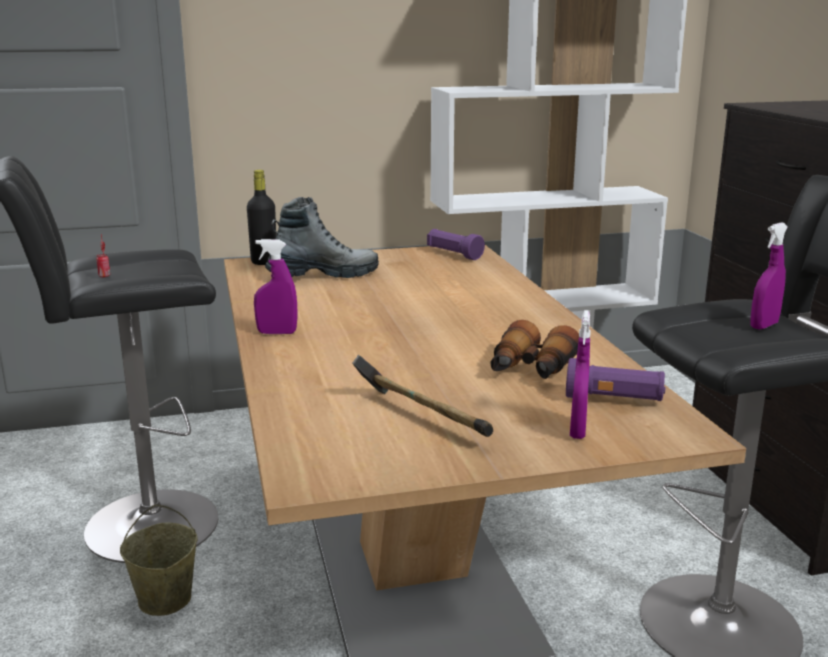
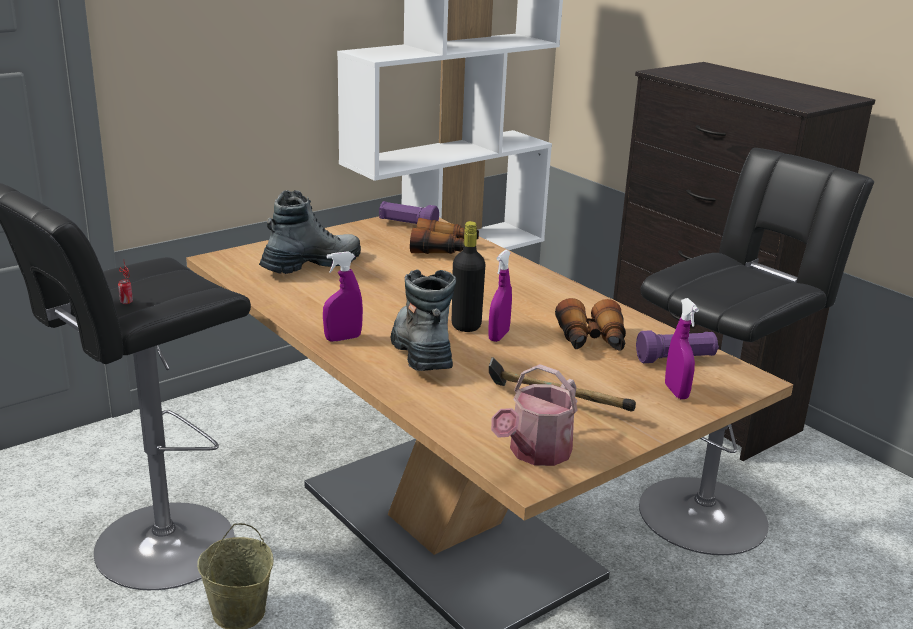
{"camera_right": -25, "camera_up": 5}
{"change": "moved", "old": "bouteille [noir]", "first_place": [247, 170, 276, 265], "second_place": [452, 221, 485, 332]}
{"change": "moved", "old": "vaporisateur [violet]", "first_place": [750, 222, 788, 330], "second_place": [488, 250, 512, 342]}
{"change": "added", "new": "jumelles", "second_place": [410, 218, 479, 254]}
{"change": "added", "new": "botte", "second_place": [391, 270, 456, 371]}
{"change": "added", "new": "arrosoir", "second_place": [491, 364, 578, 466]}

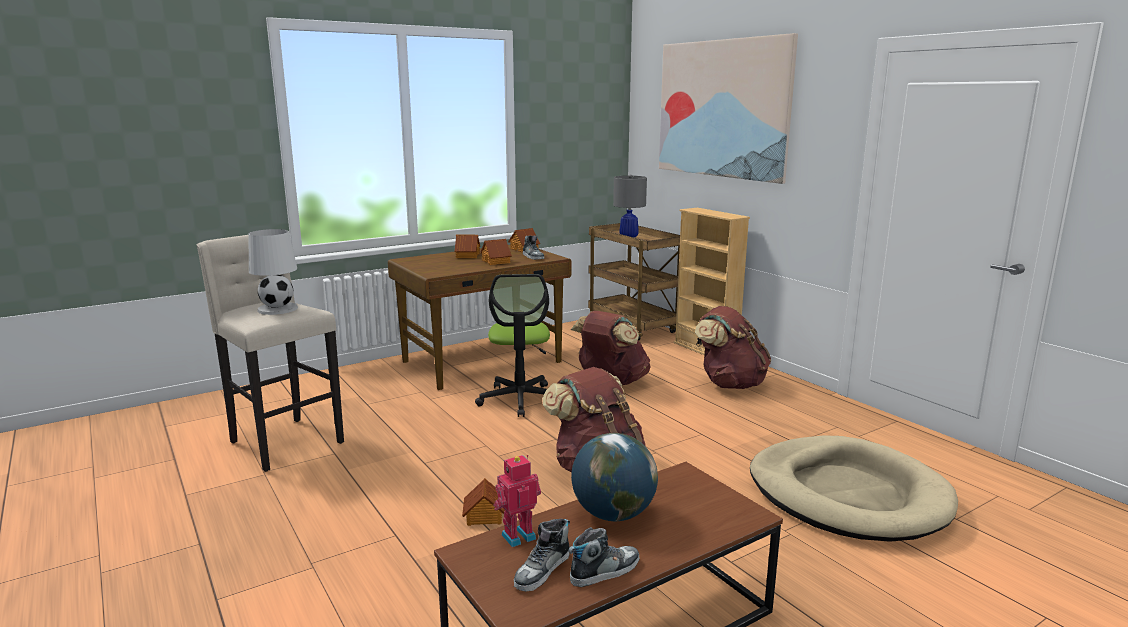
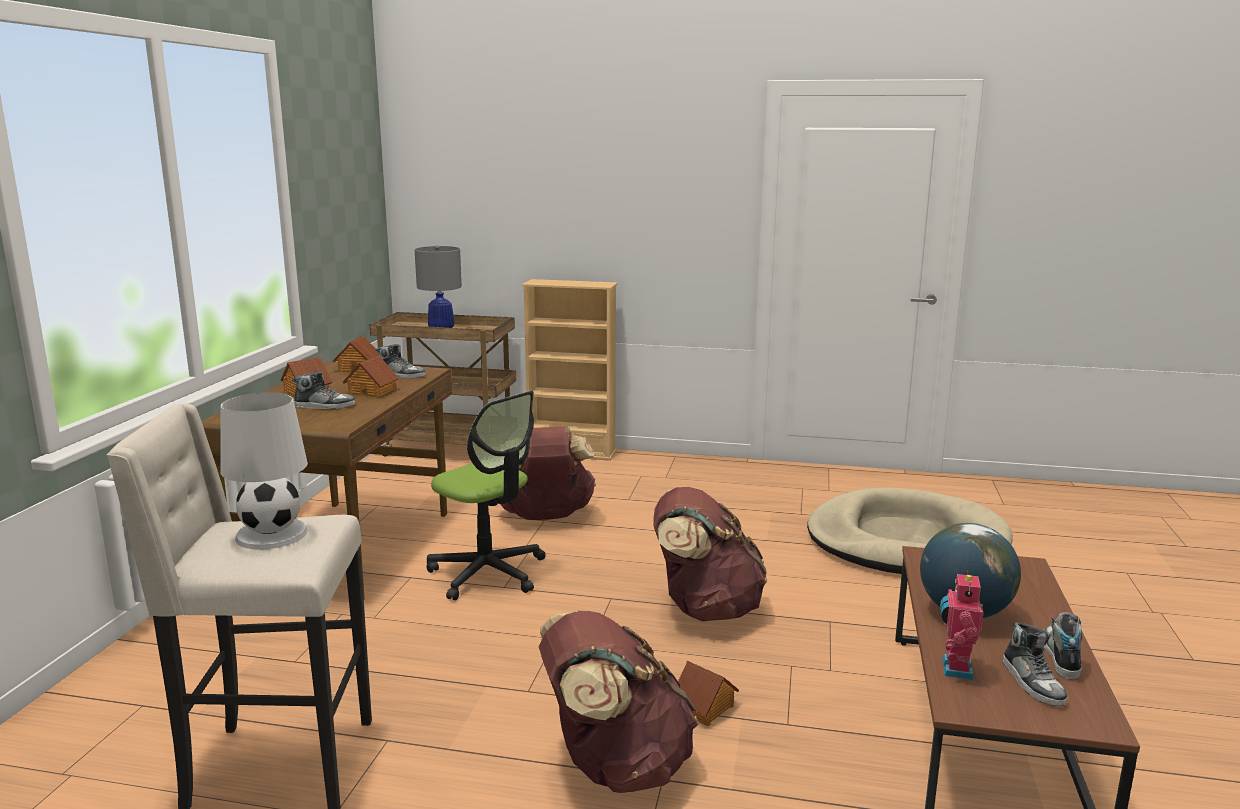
{"camera_right": -45, "camera_up": 0}
{"change": "removed", "old": "tableau", "first_place": [659, 33, 798, 184]}
{"change": "moved", "old": "sac à dos [marron]", "first_place": [695, 306, 771, 389], "second_place": [538, 611, 698, 793]}
{"change": "added", "new": "chaussure", "second_place": [292, 372, 355, 409]}

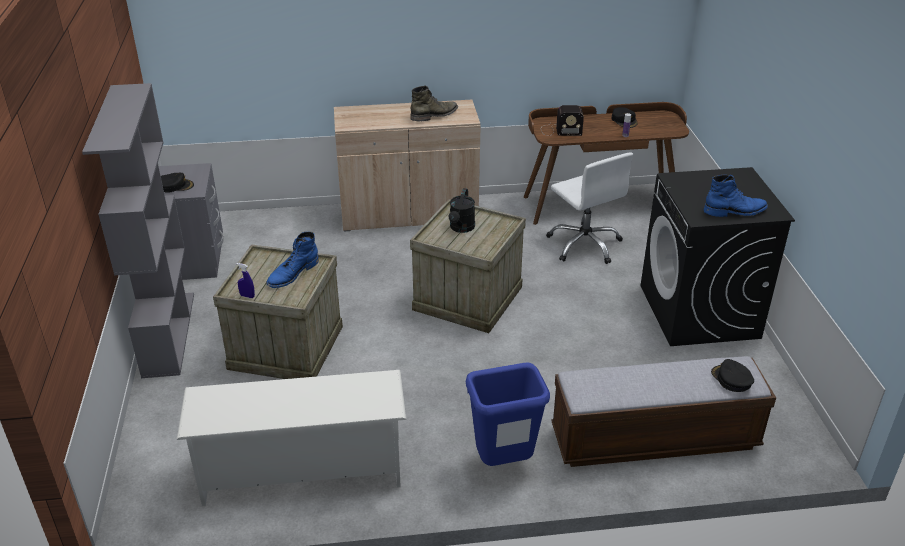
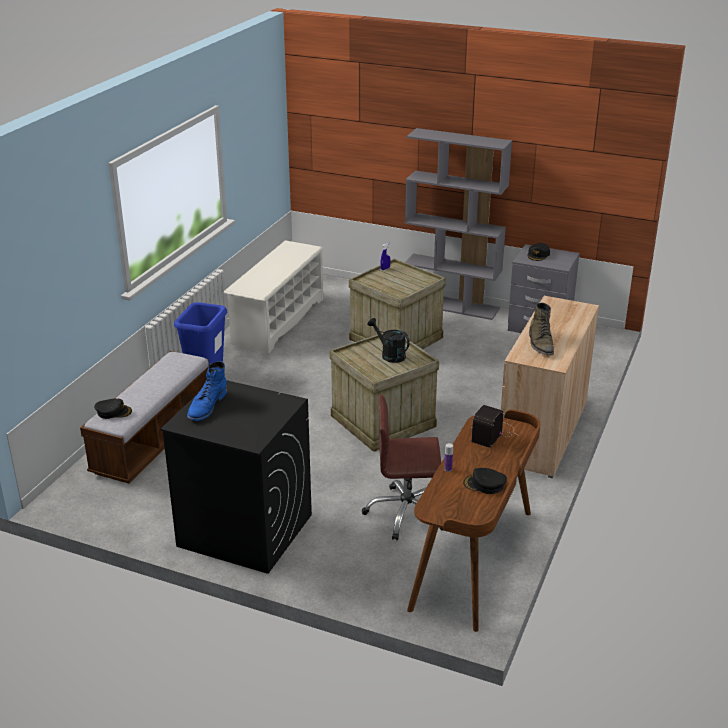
{"camera_right": 120, "camera_up": -5}
{"change": "recoloured", "old": "chaise de bureau [blanc]", "new": "chaise de bureau [marron]", "first_place": [546, 152, 633, 264], "second_place": [362, 395, 443, 540]}
{"change": "removed", "old": "botte [bleu]", "first_place": [266, 232, 319, 288]}

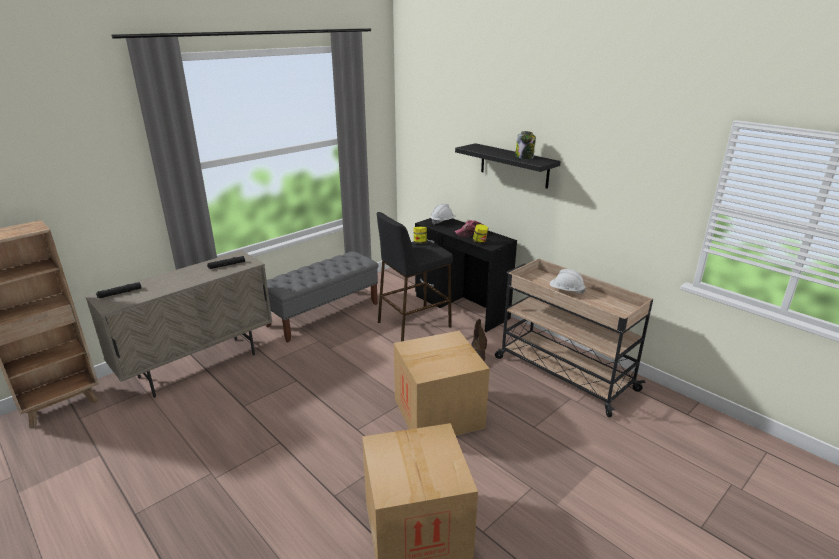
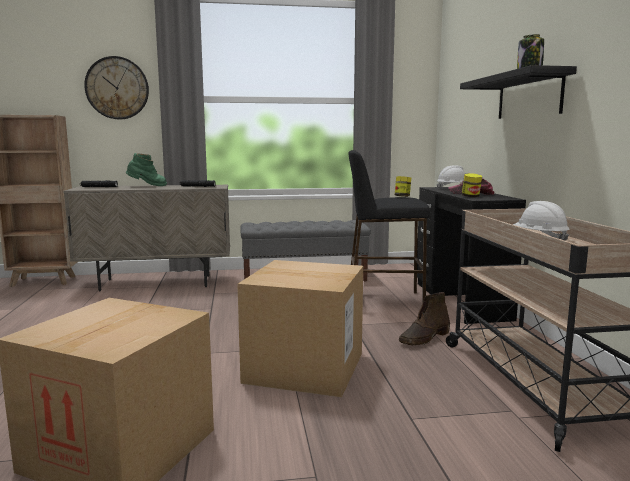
{"camera_right": 35, "camera_up": -15}
{"change": "added", "new": "horloge murale", "second_place": [84, 56, 149, 120]}
{"change": "added", "new": "botte [vert]", "second_place": [126, 153, 167, 186]}

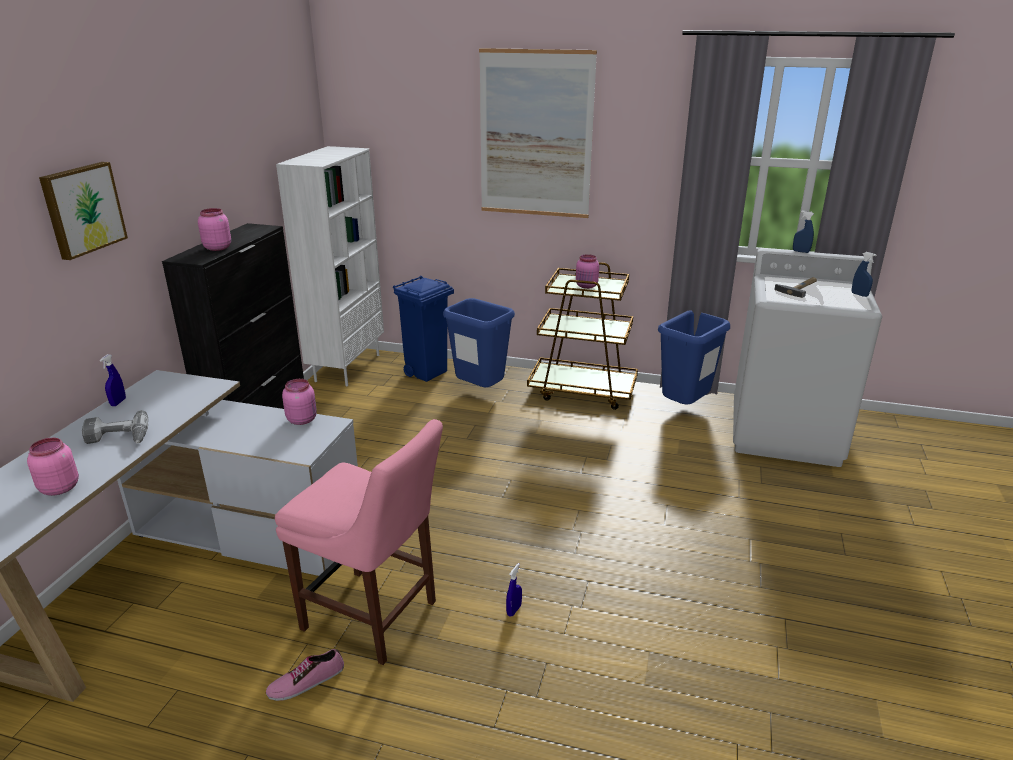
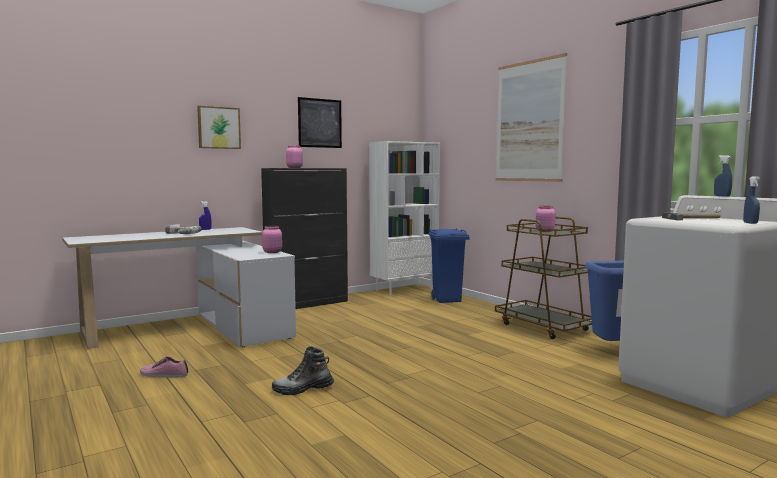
{"camera_right": 40, "camera_up": -20}
{"change": "removed", "old": "poubelle [bleu]", "first_place": [443, 298, 515, 387]}
{"change": "removed", "old": "chaise [rose]", "first_place": [275, 419, 443, 665]}
{"change": "removed", "old": "bocal [rose]", "first_place": [27, 438, 79, 496]}
{"change": "replaced", "old": "vaporisateur [bleu]", "new": "botte", "first_place": [506, 563, 522, 617], "second_place": [272, 346, 334, 395]}
{"change": "added", "new": "tableau", "second_place": [298, 97, 342, 148]}

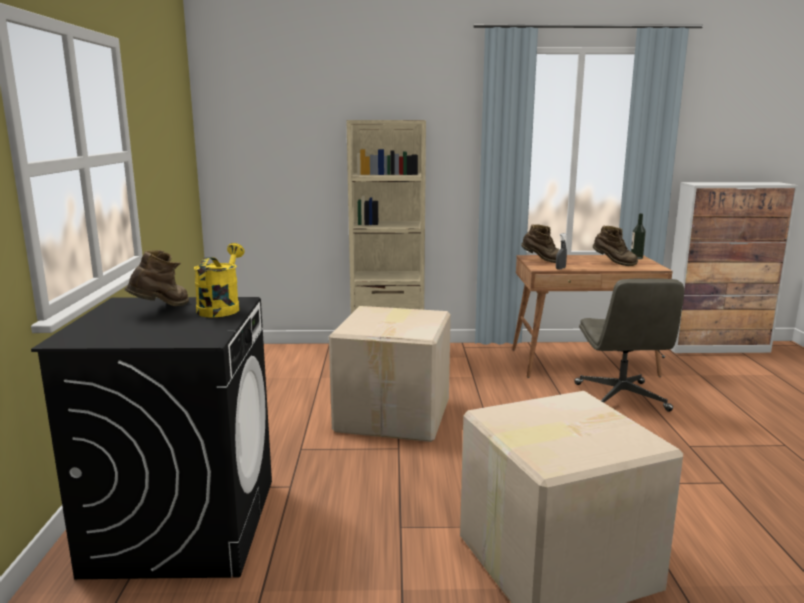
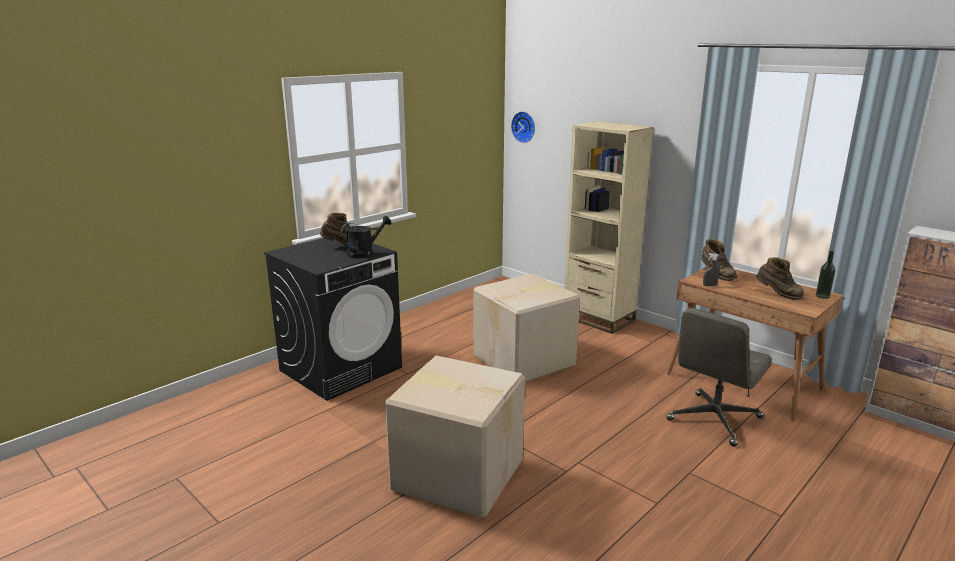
{"camera_right": 45, "camera_up": 5}
{"change": "turned", "old": "botte [marron]", "first_place": [593, 226, 638, 266], "second_place": [756, 257, 804, 300], "degrees": -45}
{"change": "recoloured", "old": "arrosoir [jaune]", "new": "arrosoir [noir]", "first_place": [194, 243, 244, 317], "second_place": [340, 216, 391, 258]}
{"change": "added", "new": "horloge murale", "second_place": [511, 111, 535, 143]}

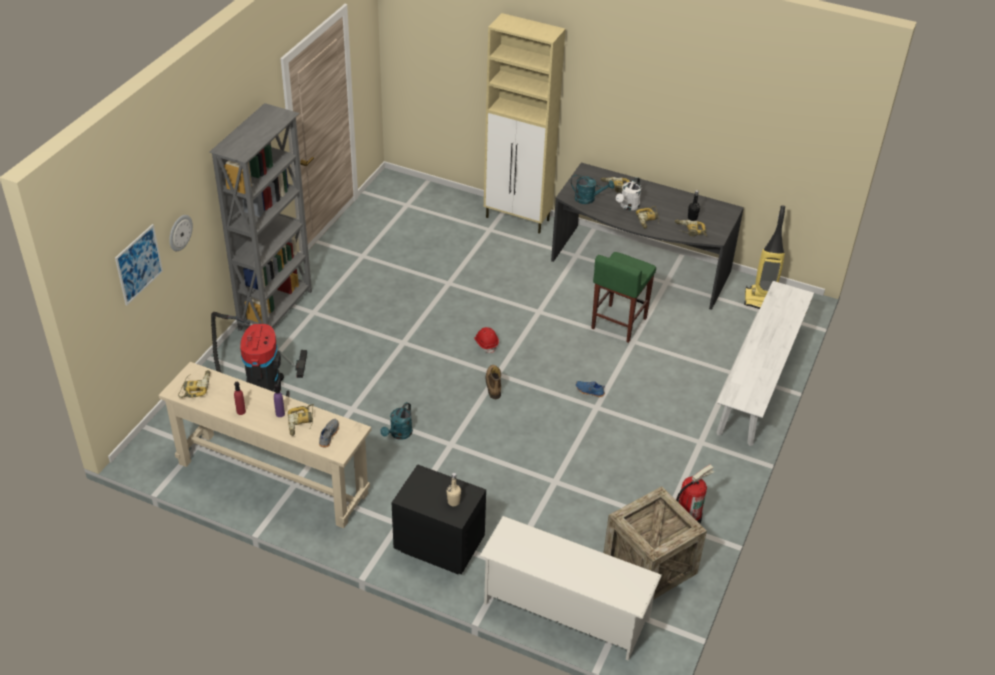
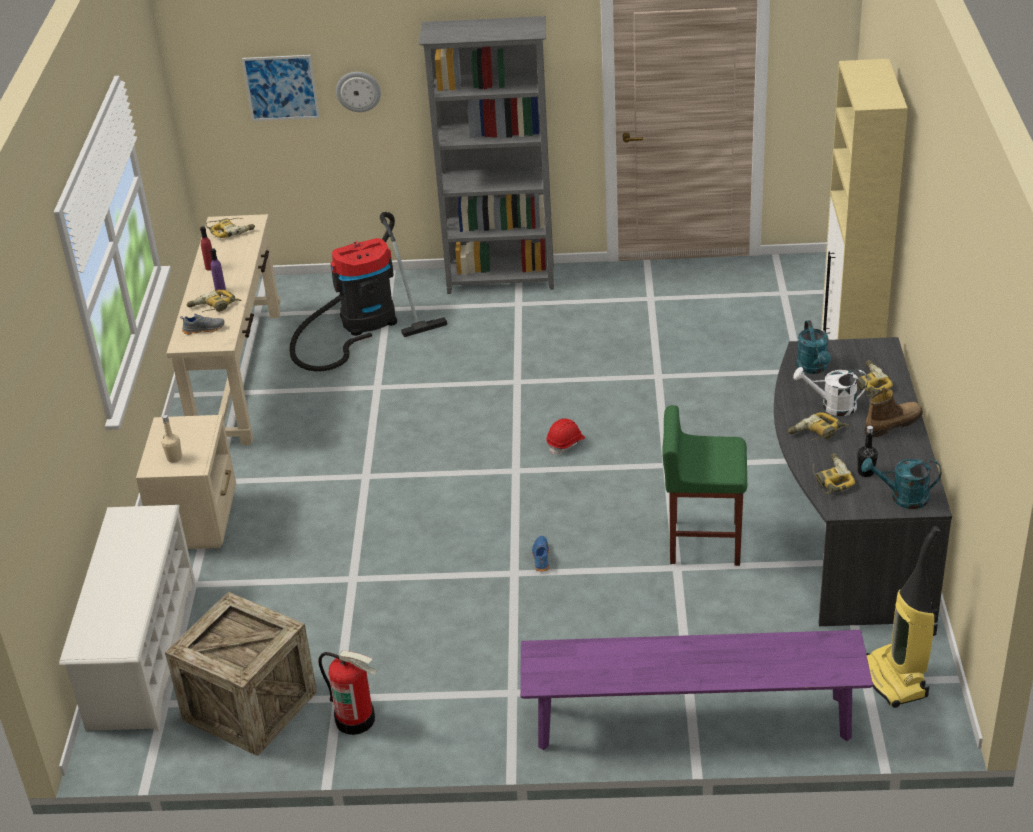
{"camera_right": 70, "camera_up": -5}
{"change": "recoloured", "old": "banc [blanc]", "new": "banc [violet]", "first_place": [716, 281, 814, 446], "second_place": [520, 630, 873, 750]}
{"change": "moved", "old": "botte", "first_place": [486, 365, 501, 399], "second_place": [864, 389, 923, 437]}
{"change": "moved", "old": "arrosoir [turquoise]", "first_place": [380, 402, 413, 440], "second_place": [861, 458, 941, 509]}
{"change": "recoloured", "old": "table de chevet [noir]", "new": "table de chevet [beige]", "first_place": [392, 464, 486, 574], "second_place": [136, 415, 236, 549]}

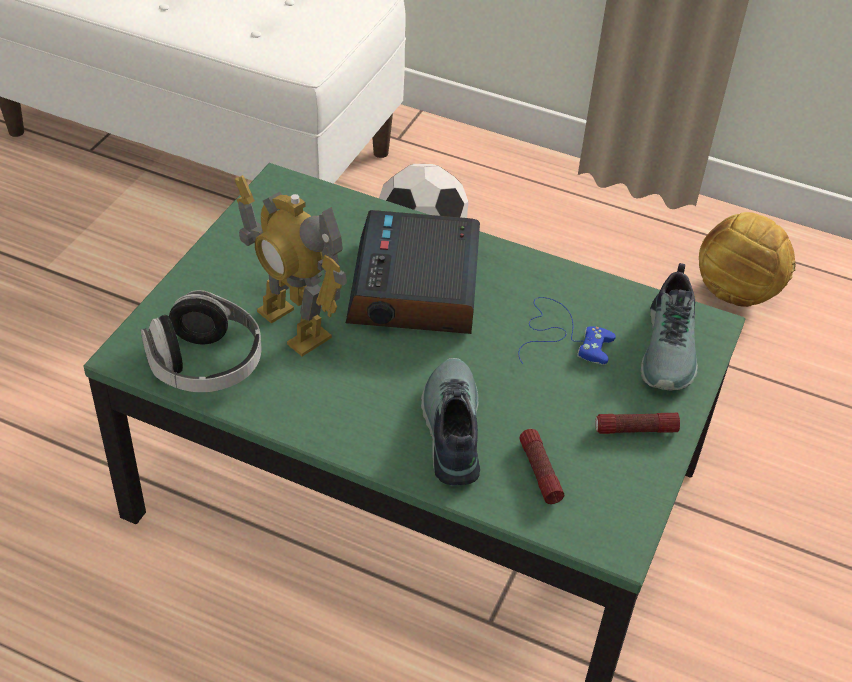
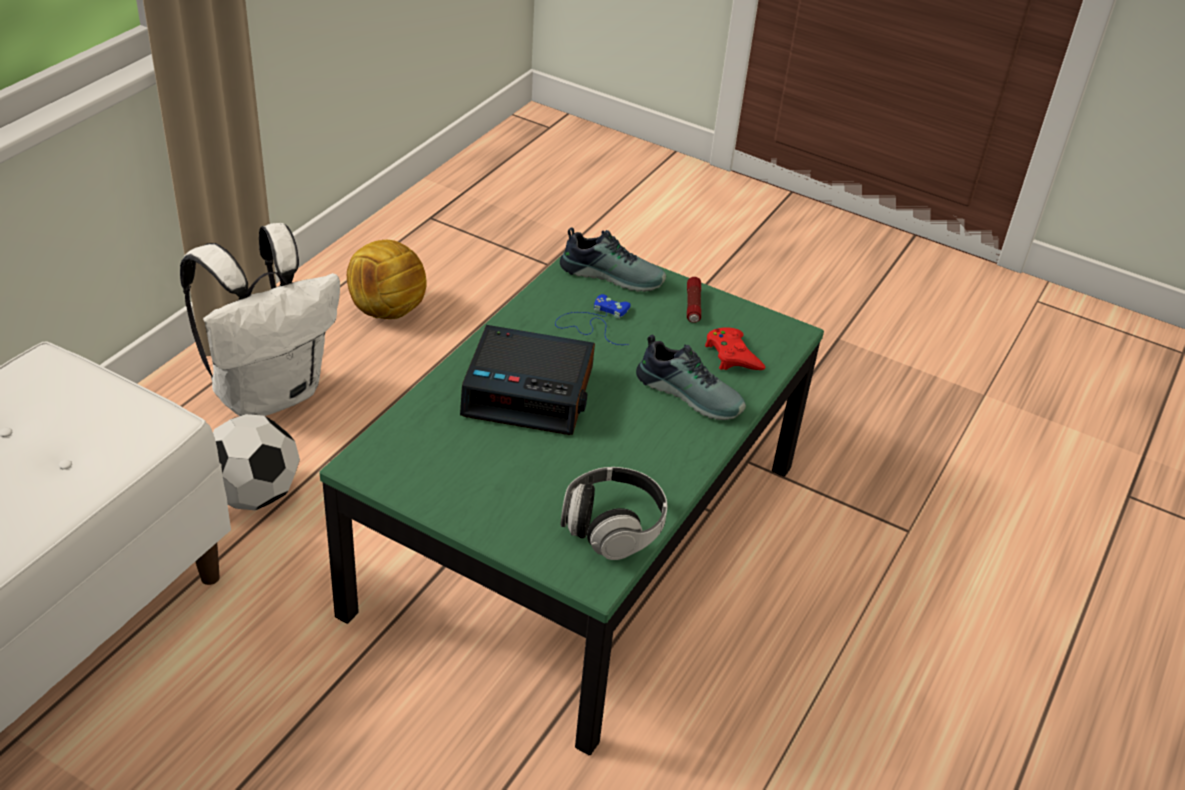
{"camera_right": -85, "camera_up": -5}
{"change": "removed", "old": "robot jouet", "first_place": [235, 175, 347, 356]}
{"change": "turned", "old": "chaussure", "first_place": [421, 358, 480, 485], "second_place": [636, 335, 746, 420], "degrees": -150}
{"change": "replaced", "old": "lampe de poche", "new": "manette [rouge]", "first_place": [519, 429, 564, 504], "second_place": [705, 328, 765, 370]}
{"change": "added", "new": "sac à dos [blanc]", "second_place": [180, 223, 340, 416]}

